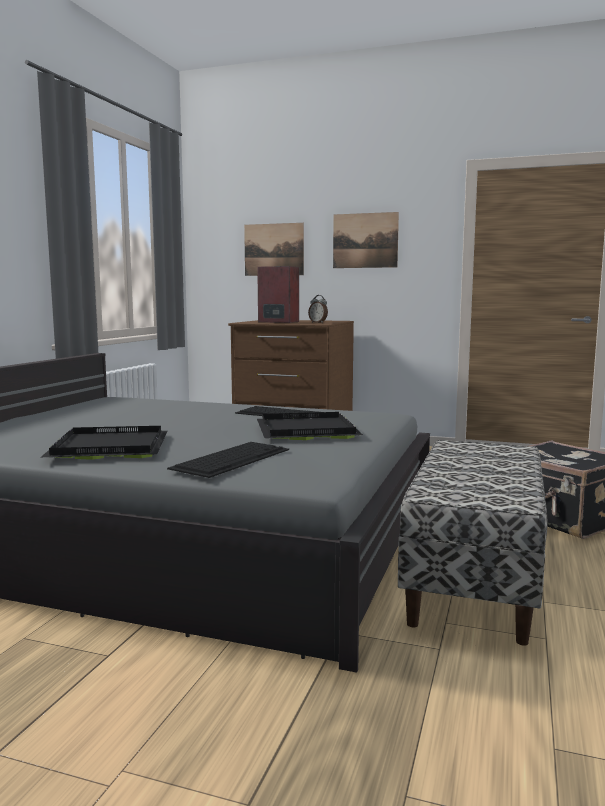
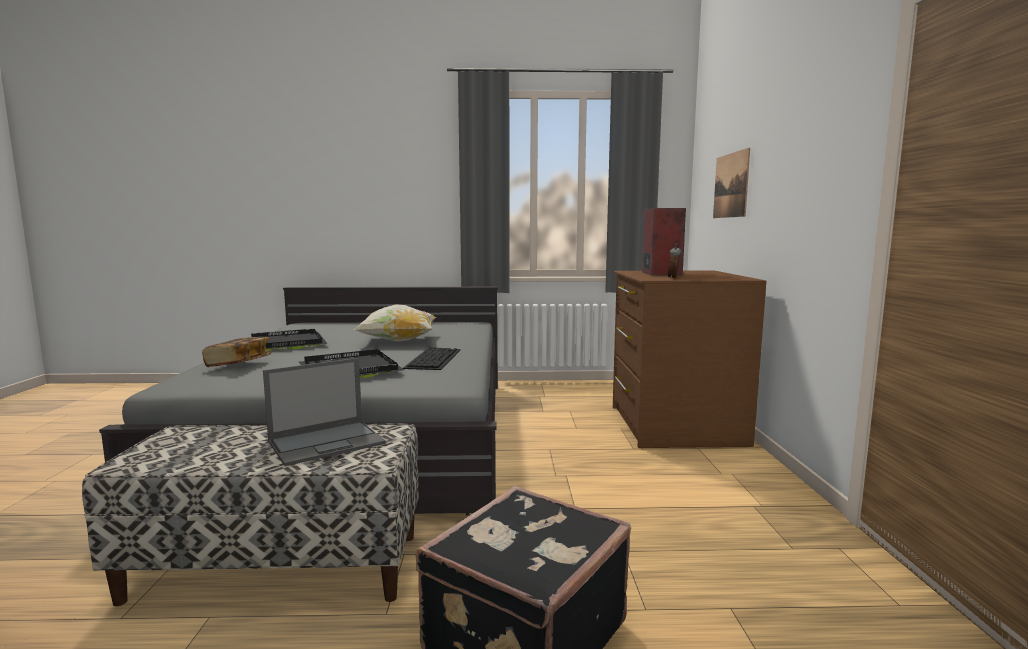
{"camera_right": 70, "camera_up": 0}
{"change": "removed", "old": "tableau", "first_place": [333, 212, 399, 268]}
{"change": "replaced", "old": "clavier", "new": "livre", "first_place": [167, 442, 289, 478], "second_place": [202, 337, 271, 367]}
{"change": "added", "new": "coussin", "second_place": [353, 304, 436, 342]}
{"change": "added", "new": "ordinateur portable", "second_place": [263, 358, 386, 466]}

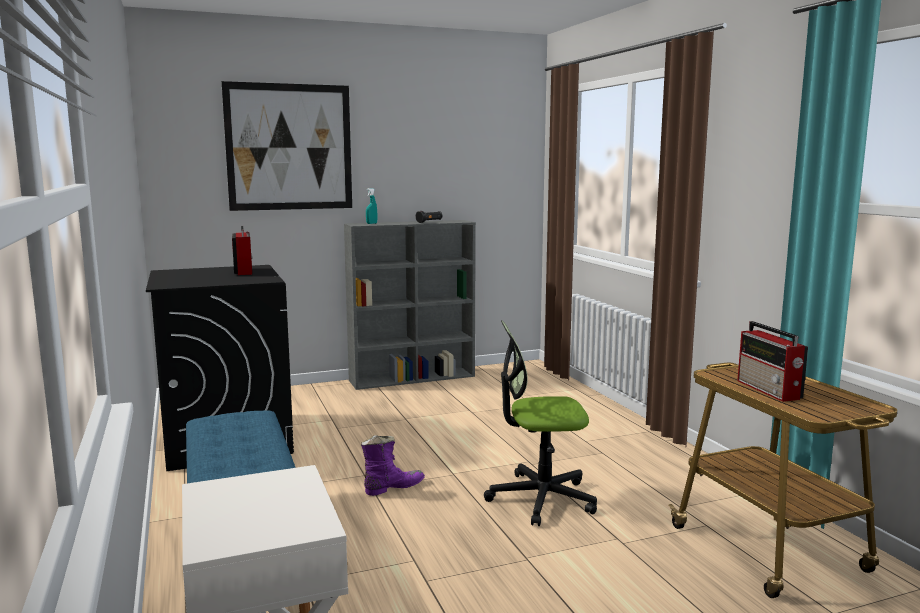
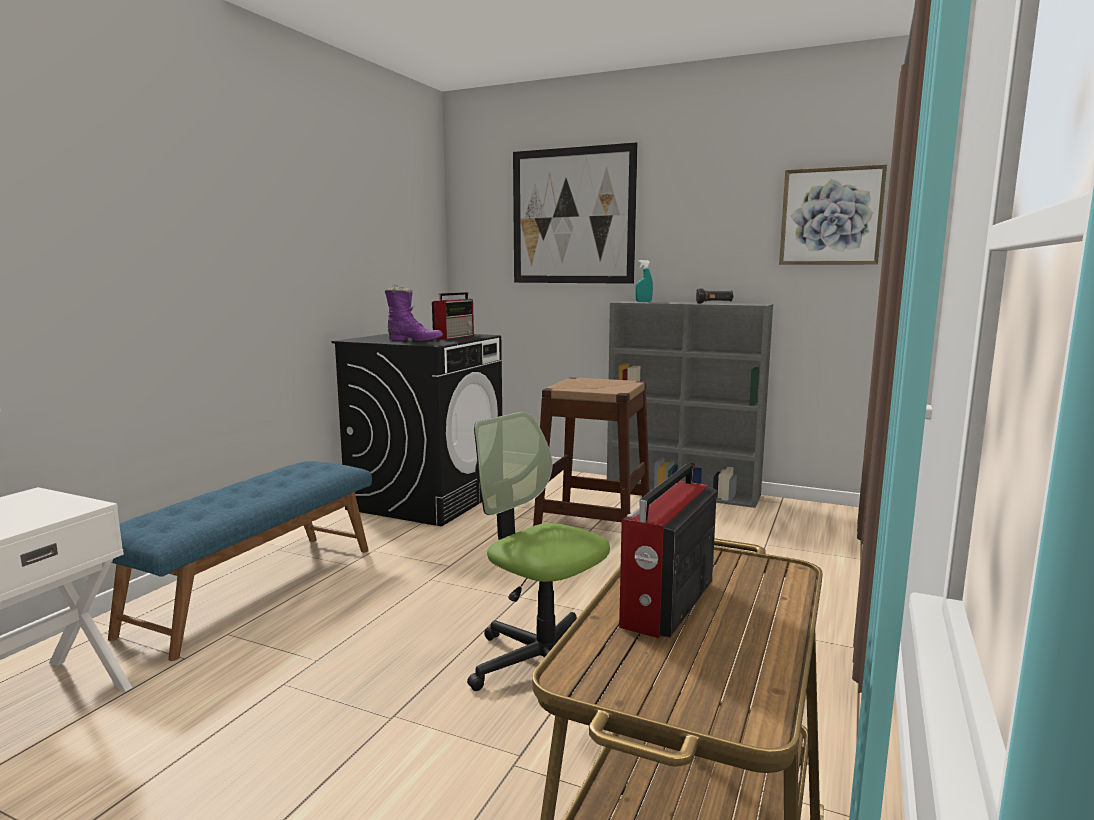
{"camera_right": 45, "camera_up": 0}
{"change": "moved", "old": "botte [violet]", "first_place": [361, 436, 425, 496], "second_place": [385, 285, 443, 341]}
{"change": "added", "new": "tableau", "second_place": [779, 164, 887, 265]}
{"change": "added", "new": "tabouret [marron]", "second_place": [533, 378, 650, 526]}

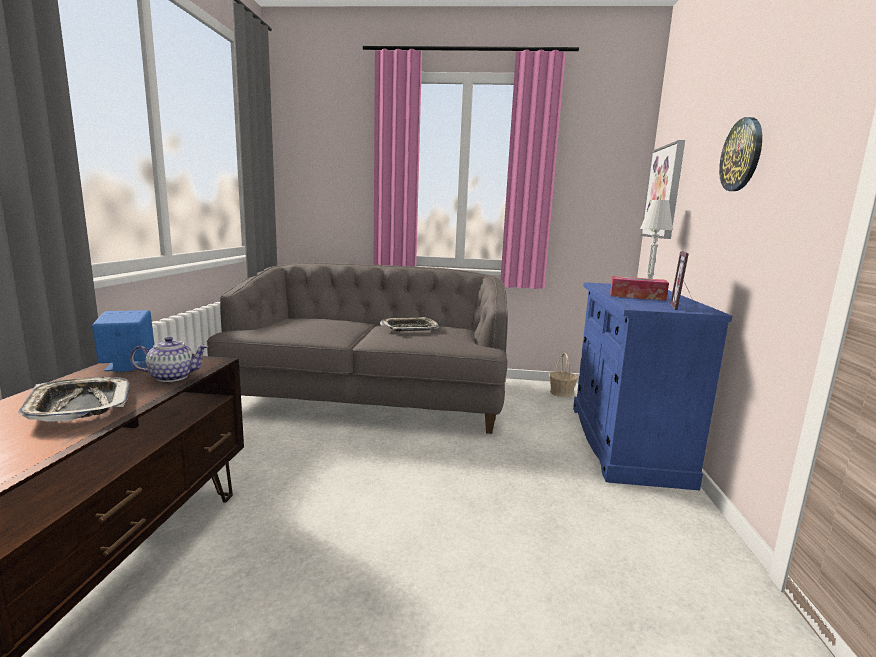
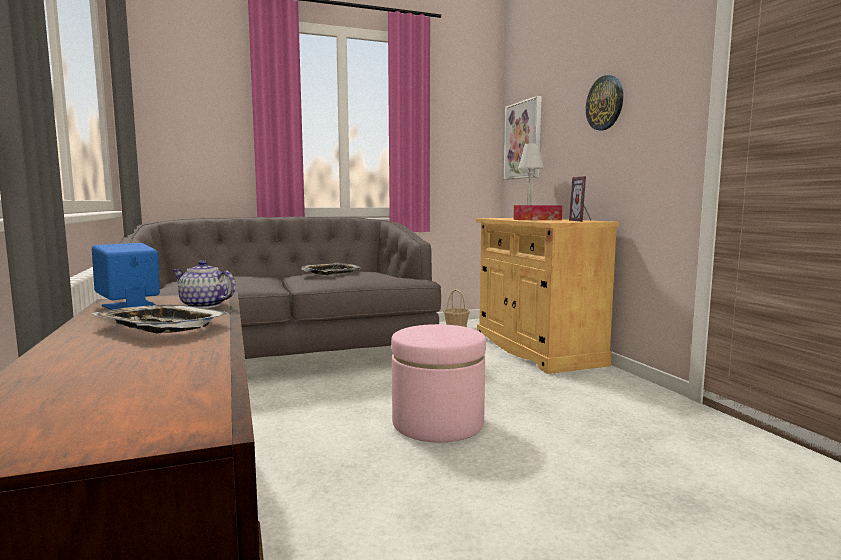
{"camera_right": -25, "camera_up": -5}
{"change": "recoloured", "old": "meuble de rangement [bleu]", "new": "meuble de rangement [beige]", "first_place": [573, 282, 732, 490], "second_place": [476, 218, 619, 374]}
{"change": "turned", "old": "théière", "first_place": [130, 337, 209, 382], "second_place": [173, 260, 236, 308], "degrees": -120}
{"change": "added", "new": "pouf [rose]", "second_place": [391, 324, 486, 442]}

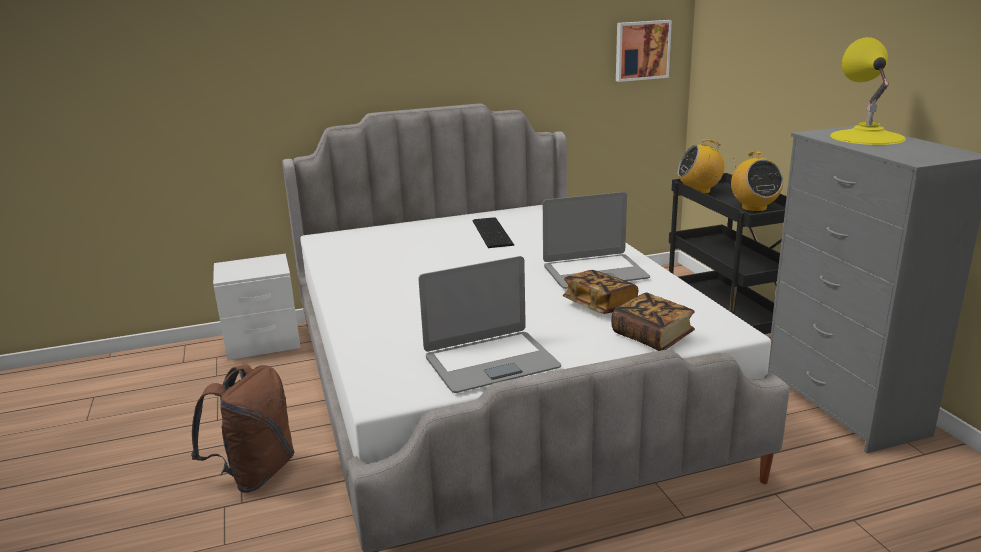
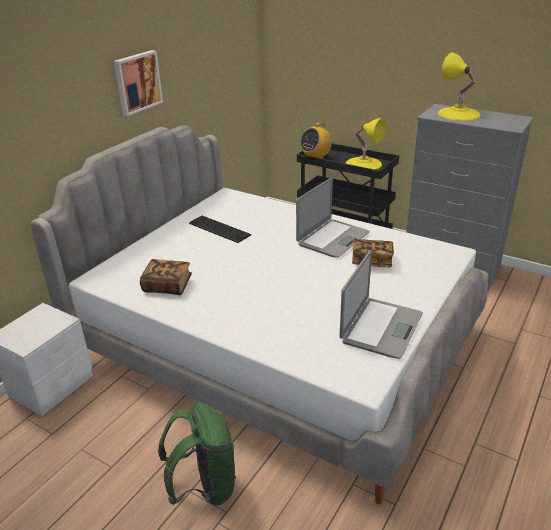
{"camera_right": -40, "camera_up": 10}
{"change": "moved", "old": "tableau", "first_place": [616, 20, 672, 82], "second_place": [114, 50, 163, 116]}
{"change": "replaced", "old": "radio", "new": "lampe de table [jaune]", "first_place": [731, 151, 783, 212], "second_place": [346, 118, 386, 170]}
{"change": "moved", "old": "livre", "first_place": [611, 292, 695, 351], "second_place": [140, 259, 192, 295]}
{"change": "recoloured", "old": "sac à dos [marron]", "new": "sac à dos [vert]", "first_place": [191, 364, 295, 493], "second_place": [158, 402, 237, 506]}

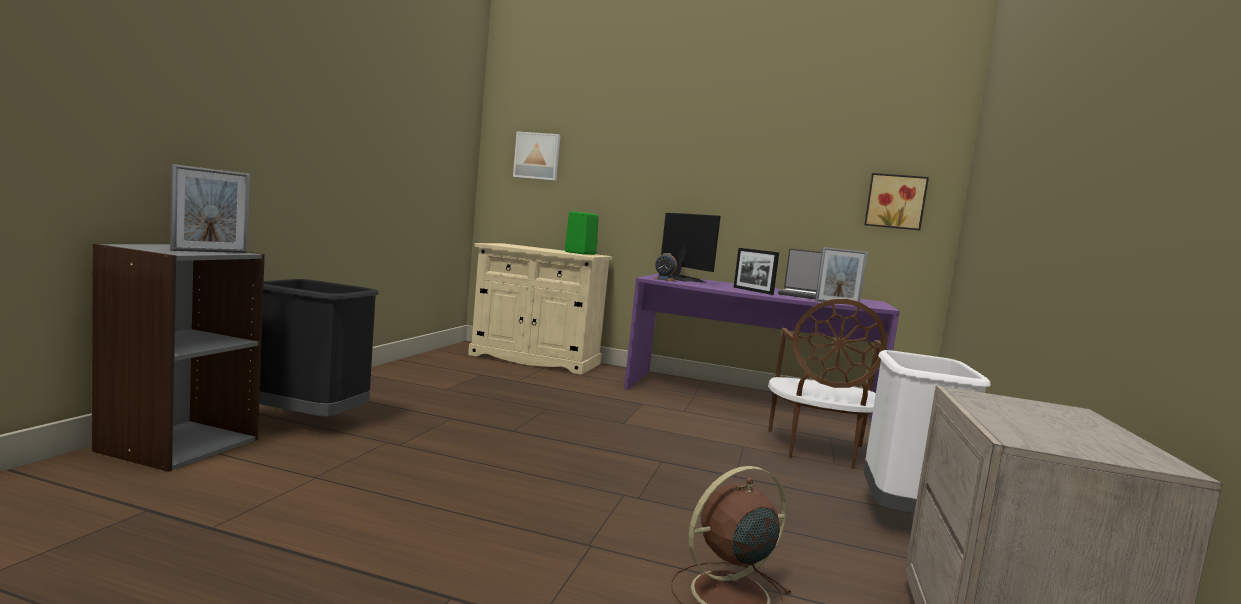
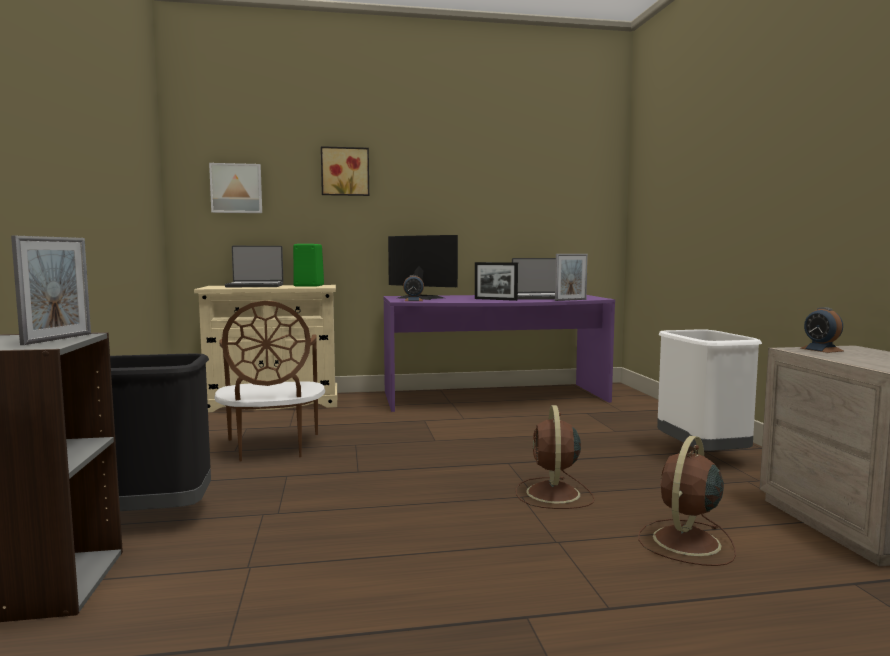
{"camera_right": -25, "camera_up": 0}
{"change": "moved", "old": "tableau", "first_place": [864, 173, 929, 230], "second_place": [321, 146, 369, 196]}
{"change": "moved", "old": "chaise [marron]", "first_place": [768, 299, 887, 469], "second_place": [214, 301, 325, 462]}
{"change": "added", "new": "ordinateur portable", "second_place": [225, 246, 283, 287]}
{"change": "added", "new": "réveil", "second_place": [800, 307, 844, 353]}
{"change": "added", "new": "ventilateur [marron]", "second_place": [516, 405, 595, 509]}

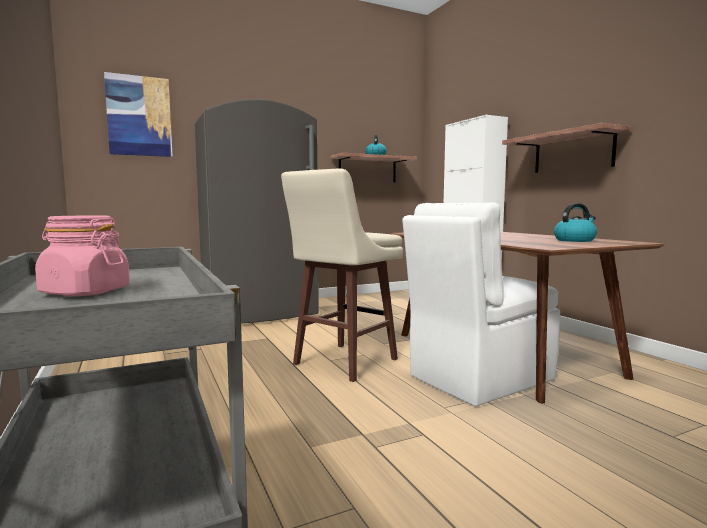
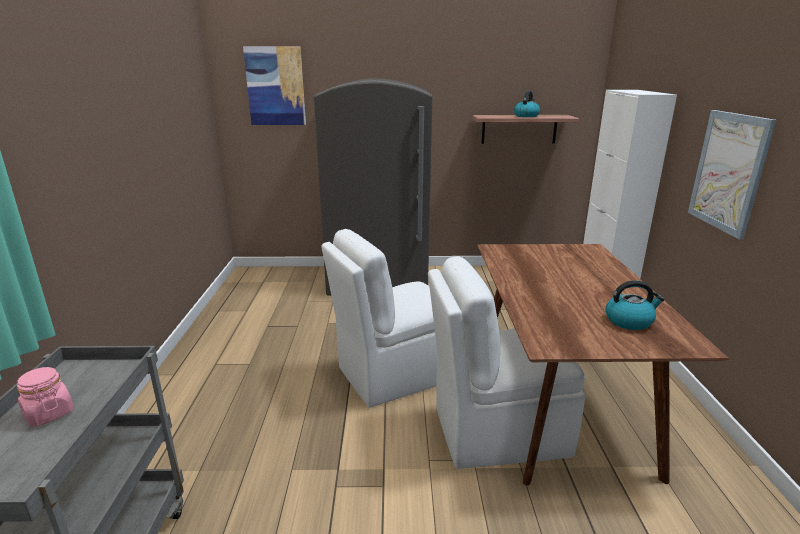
{"camera_right": 25, "camera_up": 15}
{"change": "replaced", "old": "étagère", "new": "tableau", "first_place": [502, 123, 631, 173], "second_place": [688, 110, 776, 240]}
{"change": "replaced", "old": "tabouret [beige]", "new": "chaise [blanc]", "first_place": [281, 169, 403, 382], "second_place": [321, 229, 437, 408]}

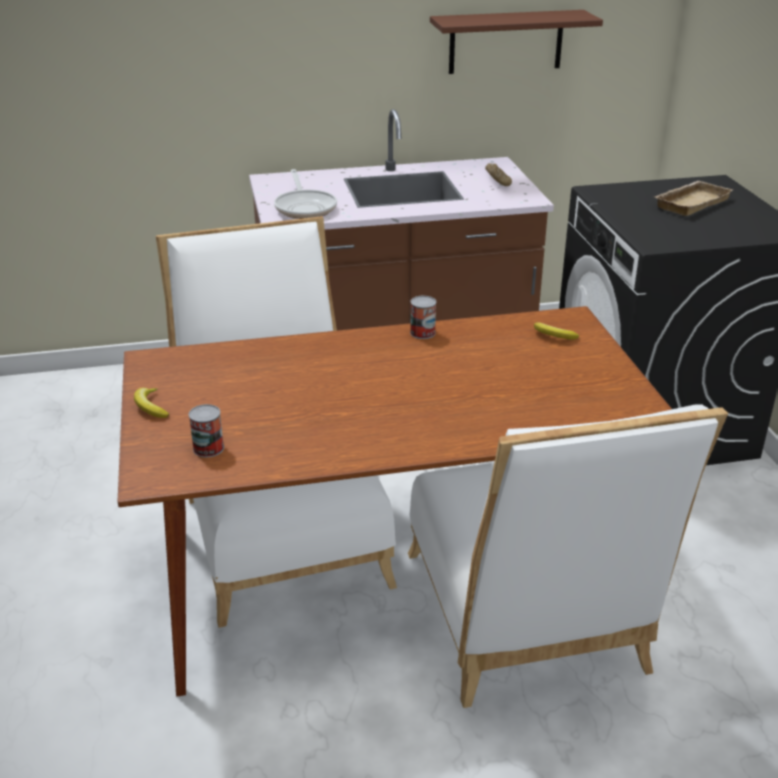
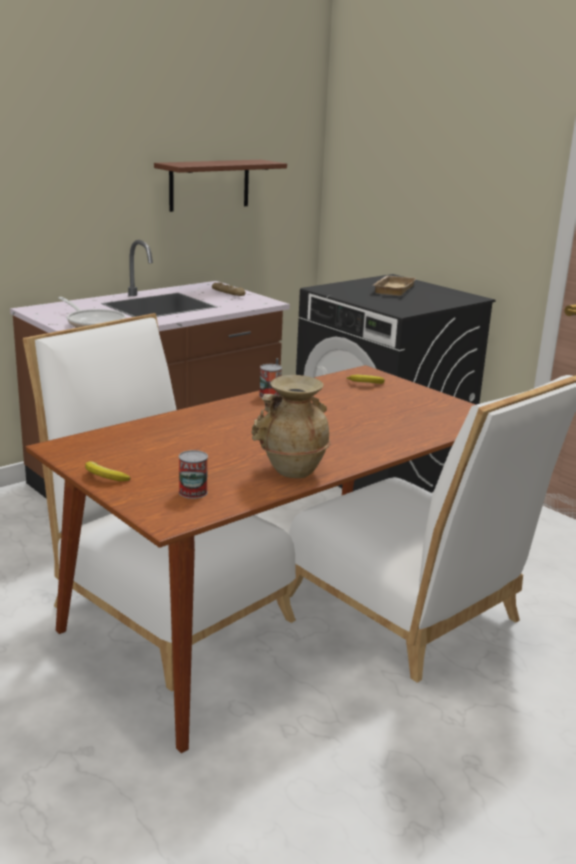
{"camera_right": -30, "camera_up": -10}
{"change": "added", "new": "vase [beige]", "second_place": [251, 375, 330, 478]}

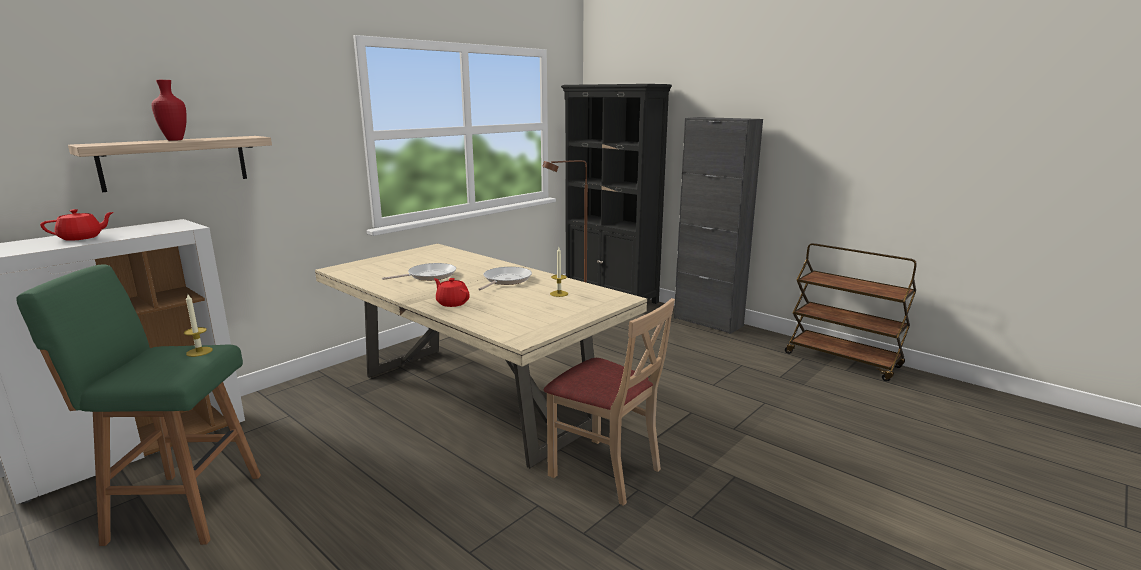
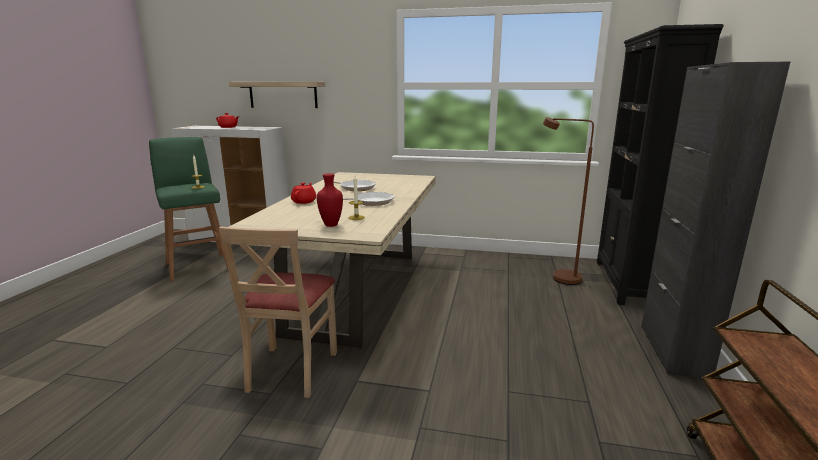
{"camera_right": 60, "camera_up": 0}
{"change": "moved", "old": "vase [rouge]", "first_place": [151, 80, 187, 141], "second_place": [317, 173, 343, 227]}

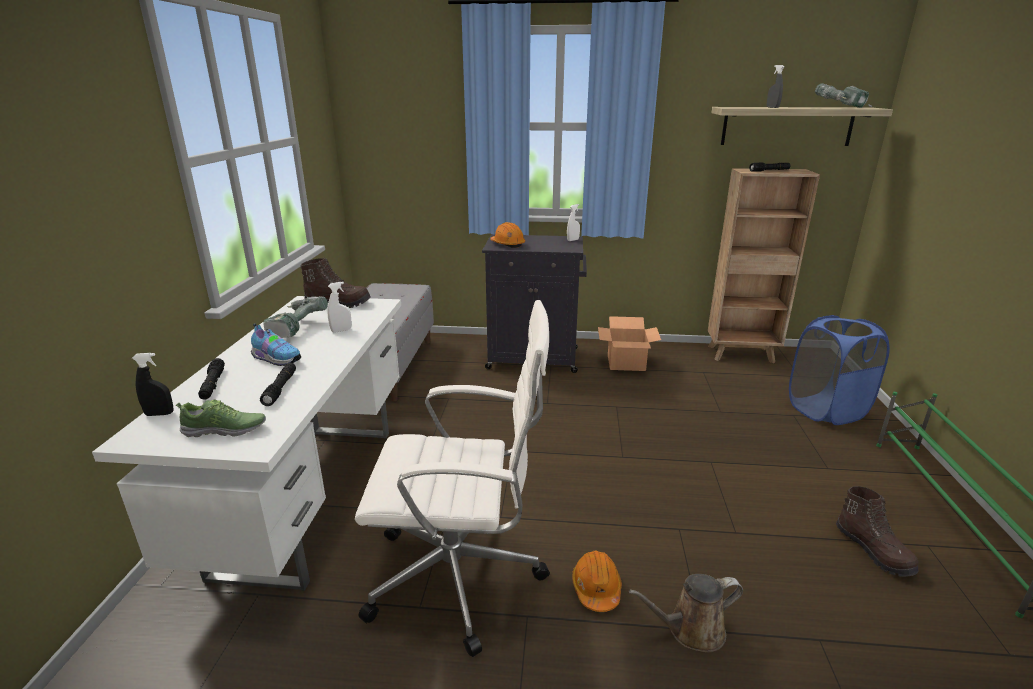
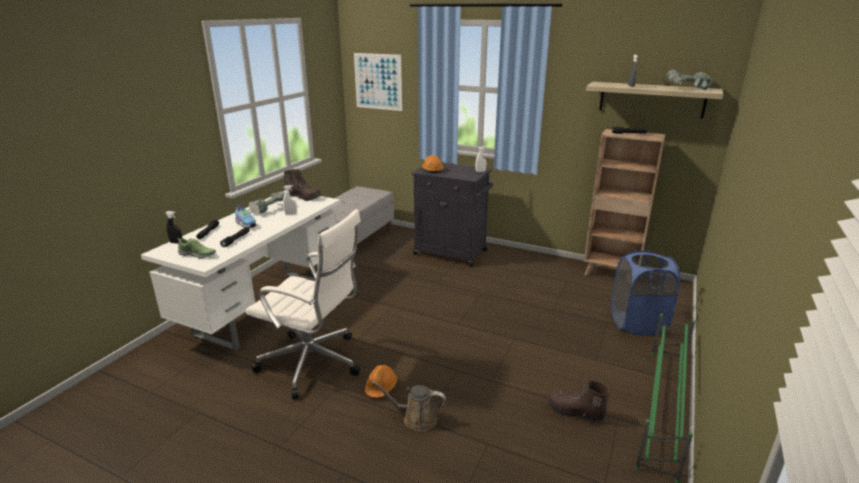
{"camera_right": 20, "camera_up": 0}
{"change": "removed", "old": "carton", "first_place": [598, 316, 661, 371]}
{"change": "turned", "old": "botte [marron]", "first_place": [836, 486, 919, 577], "second_place": [547, 380, 609, 421], "degrees": 120}
{"change": "added", "new": "tableau", "second_place": [354, 53, 402, 111]}

